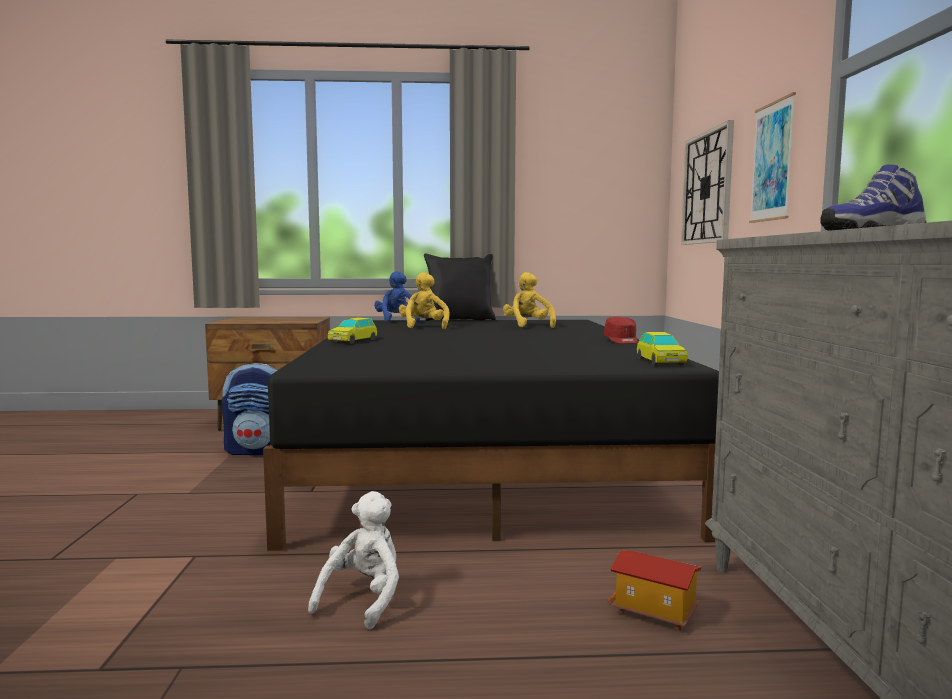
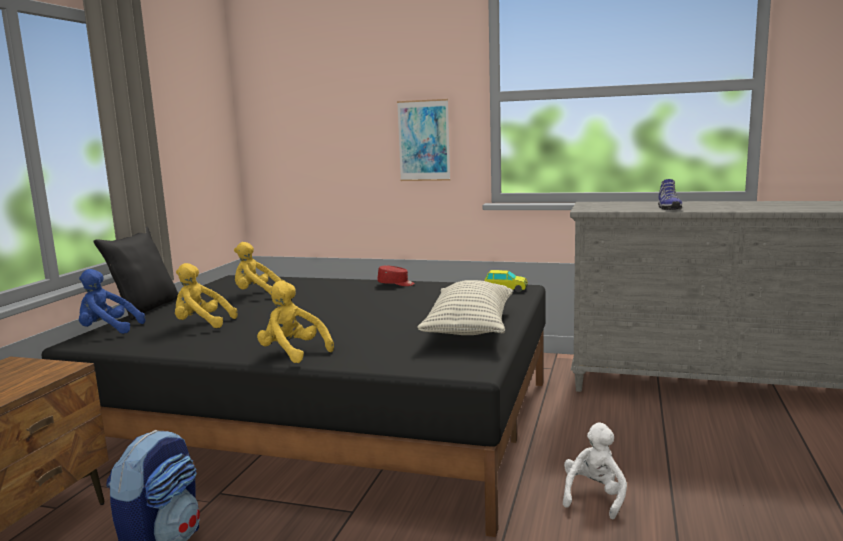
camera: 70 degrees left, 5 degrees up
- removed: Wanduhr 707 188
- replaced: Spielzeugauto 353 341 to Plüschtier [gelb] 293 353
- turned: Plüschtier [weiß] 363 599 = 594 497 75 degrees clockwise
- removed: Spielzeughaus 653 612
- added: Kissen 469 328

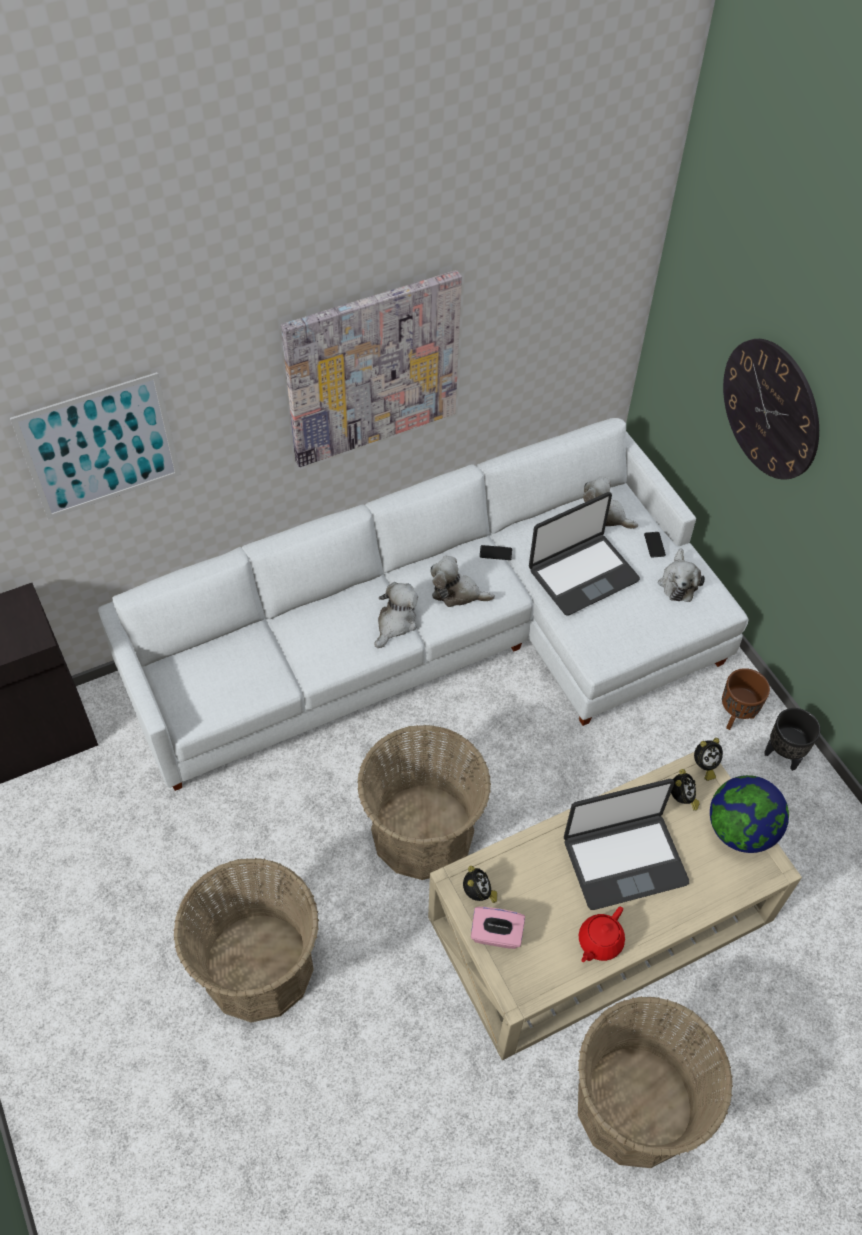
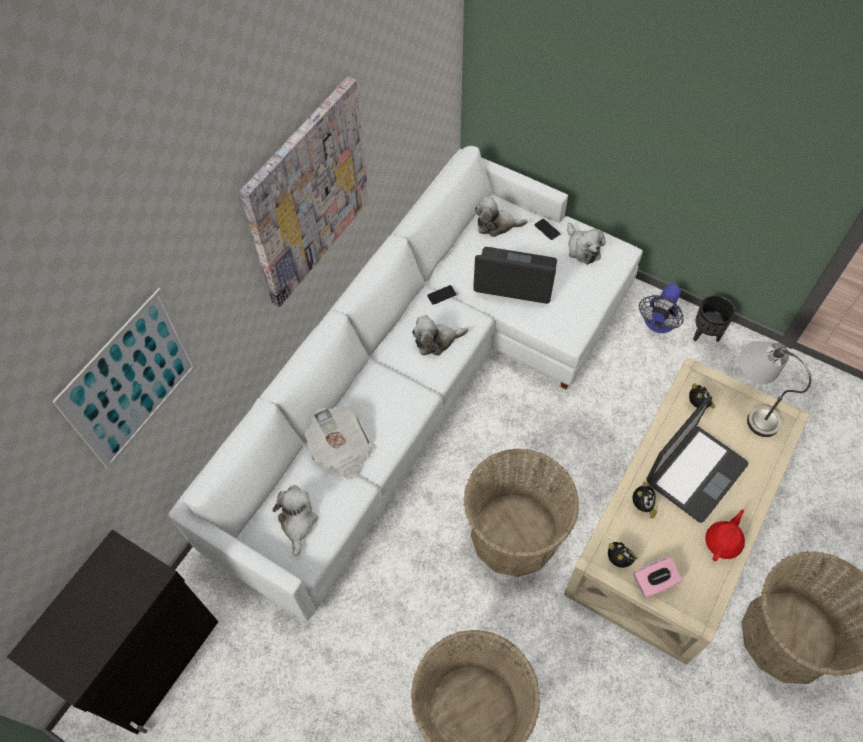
camera: 30 degrees left, 5 degrees up
- removed: Wanduhr 771 409
- turned: Laptop 582 574 = 515 278 105 degrees counterclockwise
- moved: Plüschtier 395 623 to 297 522
- replaced: Pflanzkübel [braun] 736 716 to Ventilator 658 324
- moved: Wecker 704 765 to 642 506
- replaced: Globus 740 830 to Tischlampe [grau] 750 404
- turned: Teekanne [rot] 599 942 = 723 542 150 degrees counterclockwise
- added: Zeitung 341 450

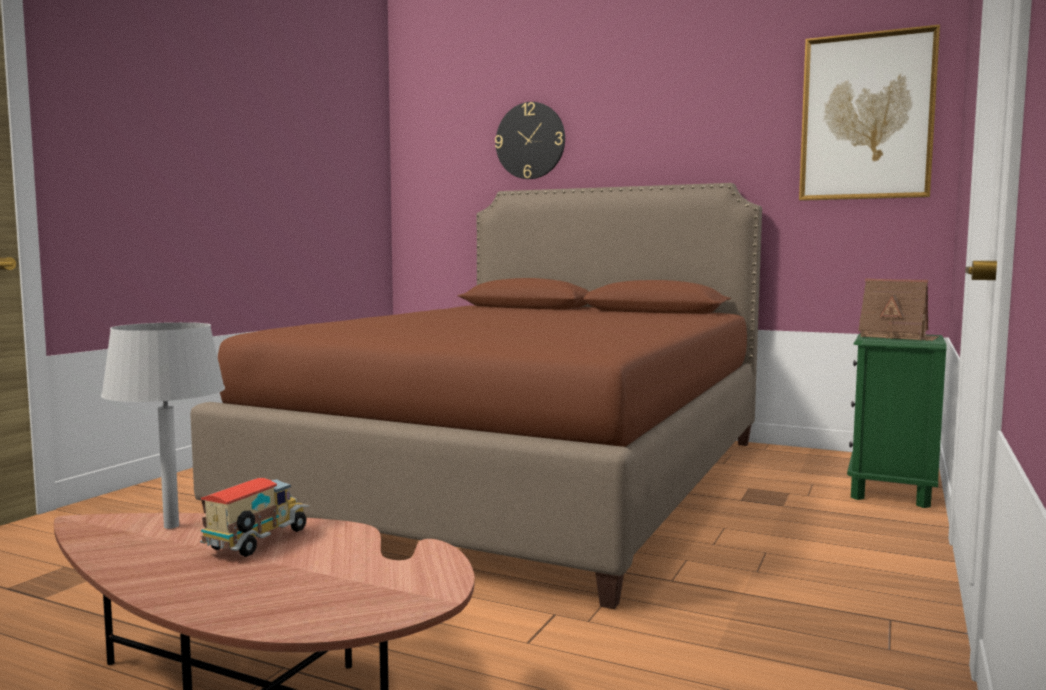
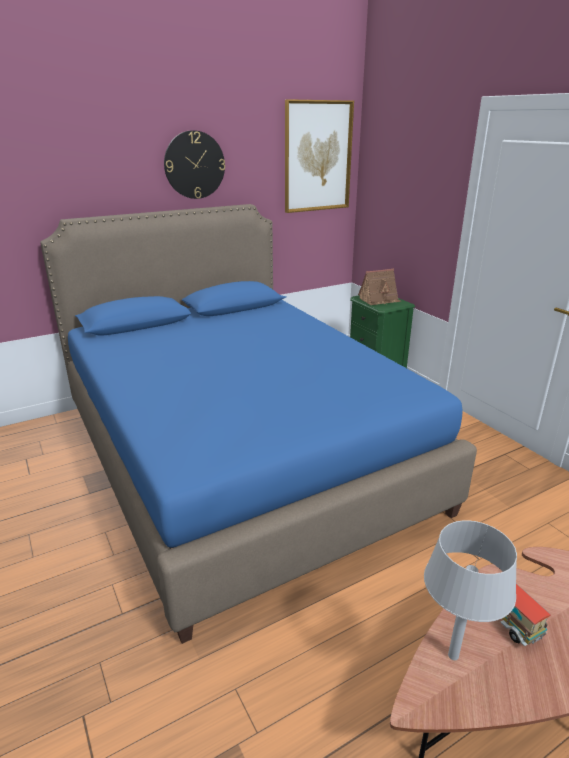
camera: 55 degrees left, 20 degrees up
- moved: Wanduhr 530 141 to 194 165
- recoloured: Bett [braun] 526 478 to Bett [blau] 239 456

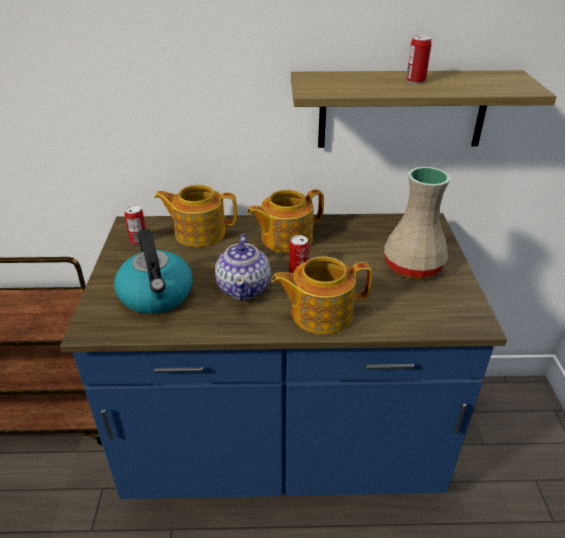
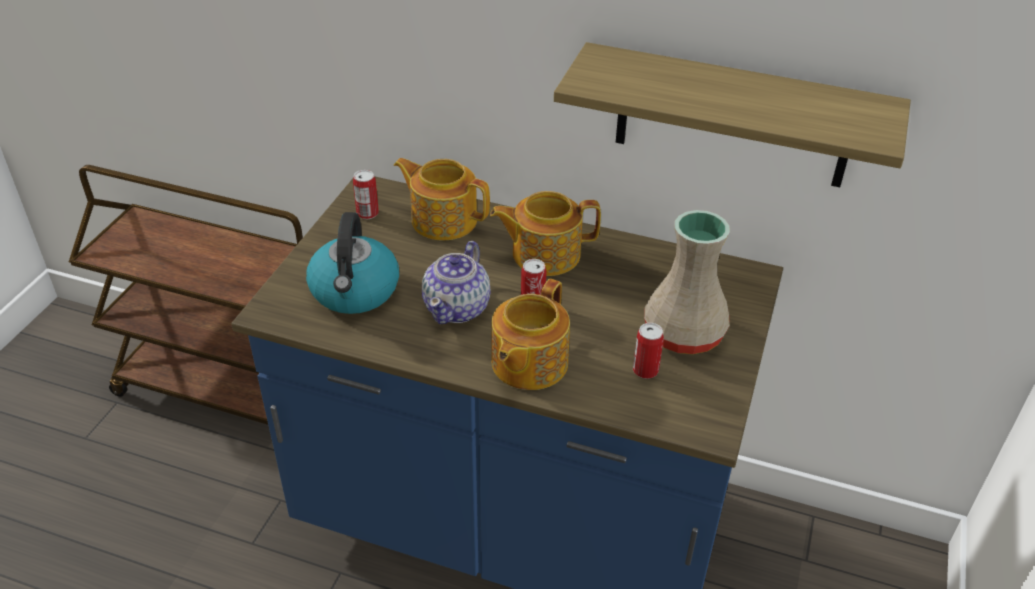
camera: 20 degrees right, 5 degrees up
- moved: Dose 415 81 to 645 370
- turned: Teekanne 320 313 = 527 363 75 degrees counterclockwise

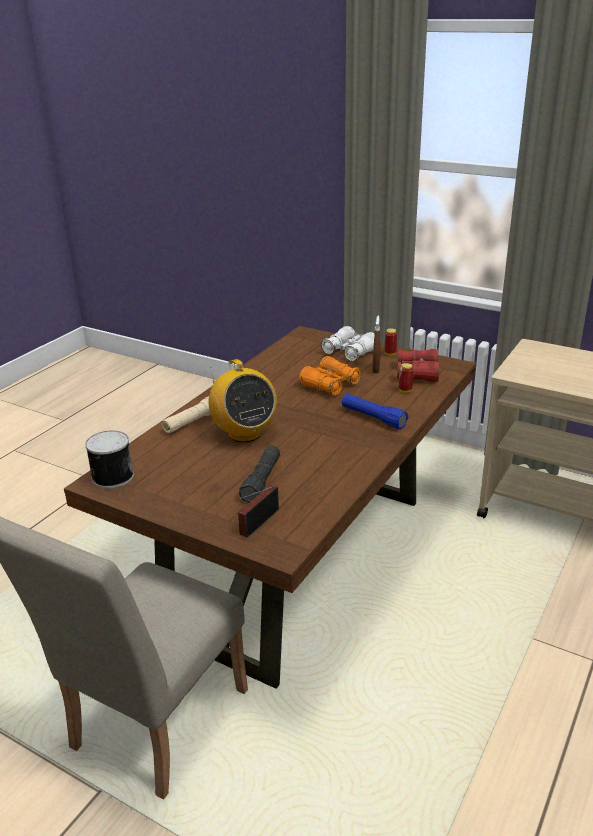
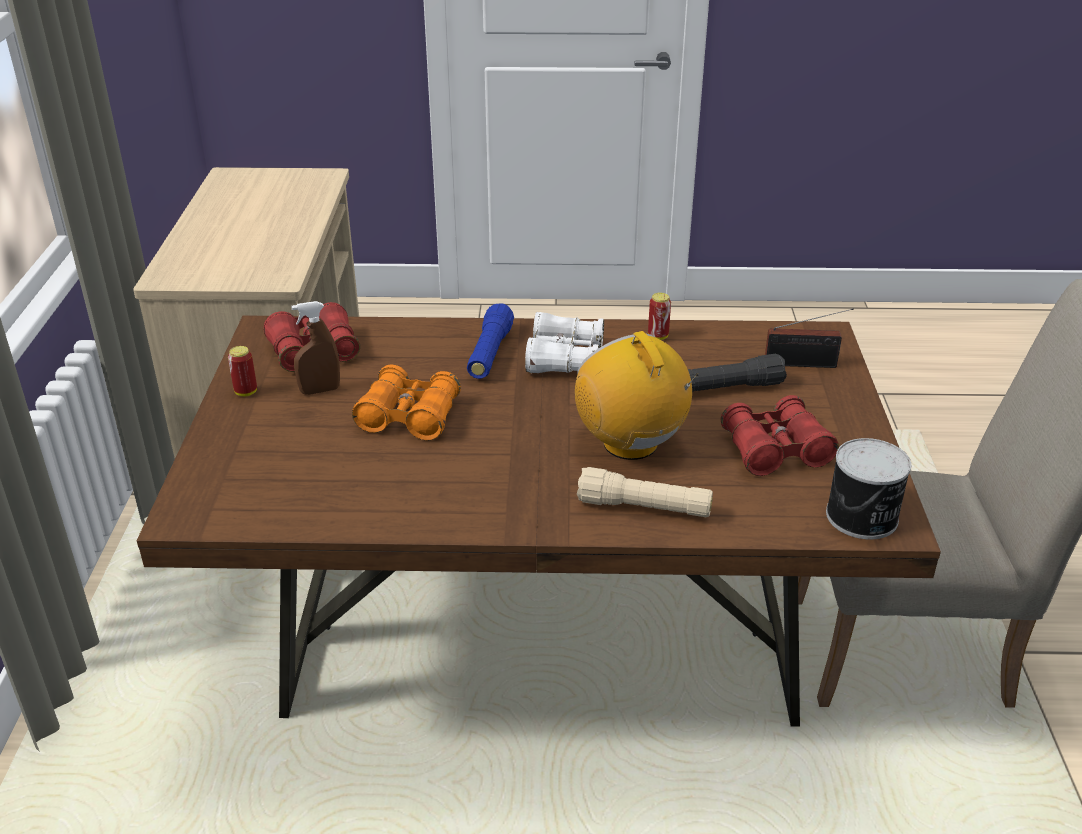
camera: 120 degrees left, 5 degrees up
- moved: Fernglas [weiß] 349 352 to 564 359
- turned: Radio 244 433 = 631 444 60 degrees counterclockwise
- moved: Dose 405 390 to 658 336
- added: Fernglas [rot] 775 450

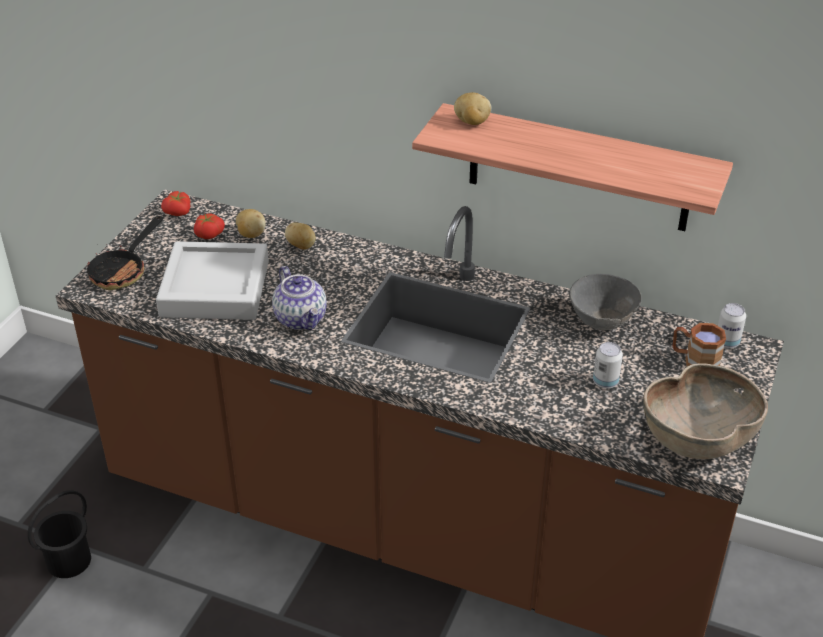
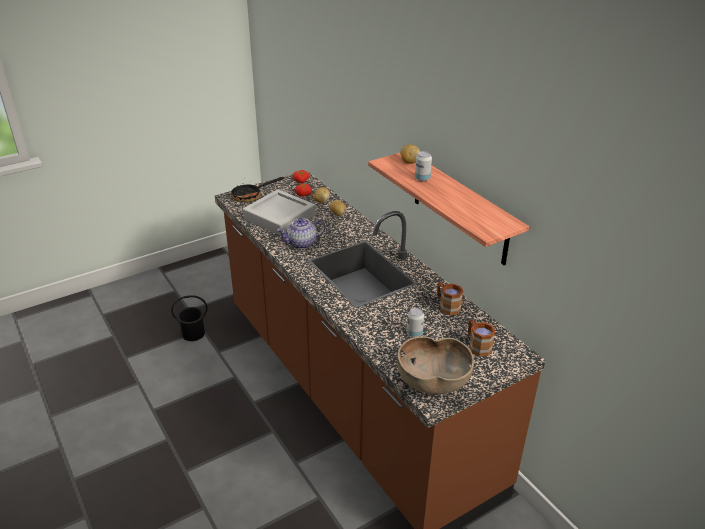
camera: 35 degrees right, 5 degrees down
- turned: Teekanne 301 318 = 301 244 60 degrees clockwise
- replaced: Schüssel [grau] 601 323 to Henkelbecher [braun] 447 306
- moved: Dose 727 342 to 422 179

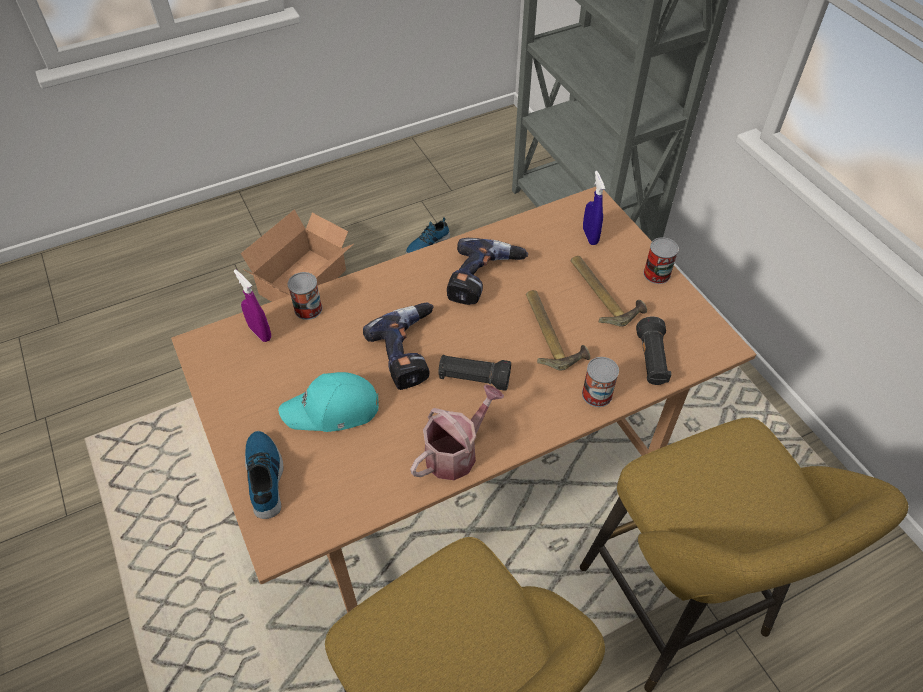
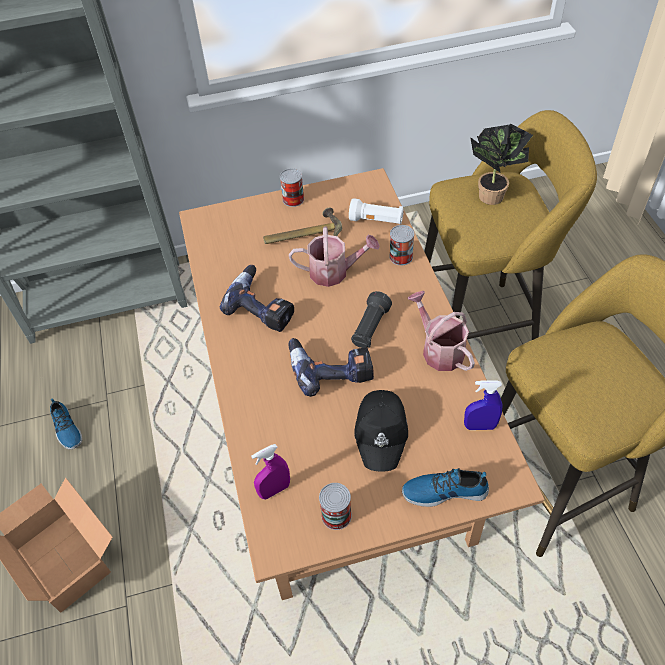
camera: 75 degrees left, 0 degrees up
- moved: Sprühflasche [blau] 590 236 to 480 426
- moved: Dose 308 309 to 336 515
- replaced: Hammer 551 332 to Gießkanne 334 272
- recoloured: Taschenlampe [schwarz] 651 360 to Taschenlampe [weiß] 376 221
- recoloured: Kappe [türkis] 332 410 to Kappe [schwarz] 382 433
- added: Topfpflanze 492 194

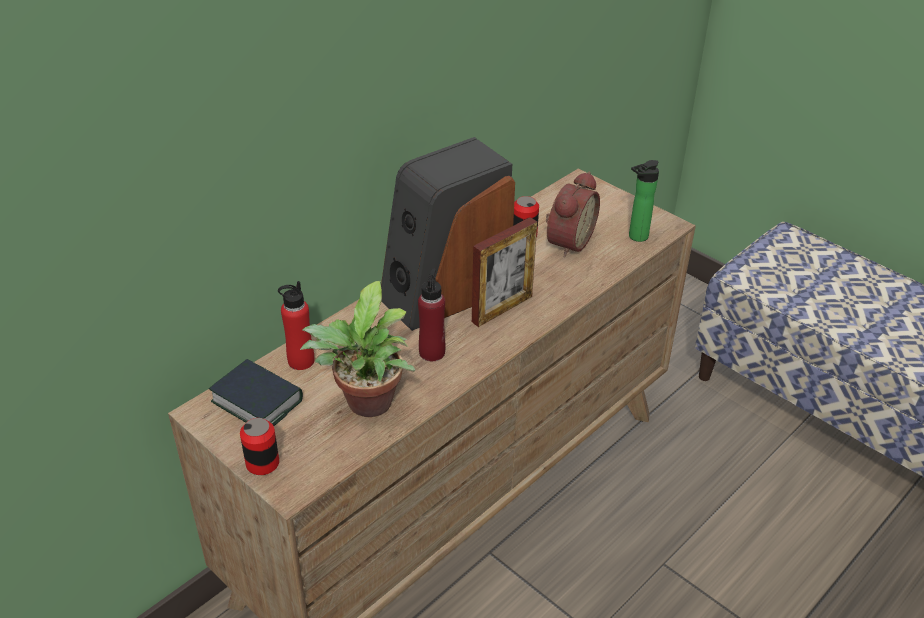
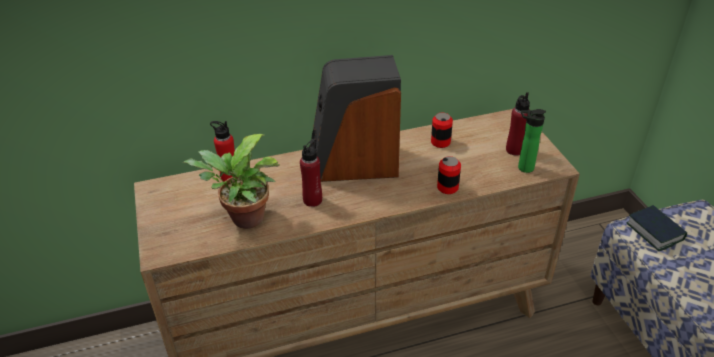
camera: 30 degrees right, 0 degrees up
- removed: Wecker 567 242
- removed: Bilderrahmen 502 309
- moved: Buch 257 401 to 654 231
- moved: Dose 262 463 to 447 187
- added: Flasche [rot] 514 150

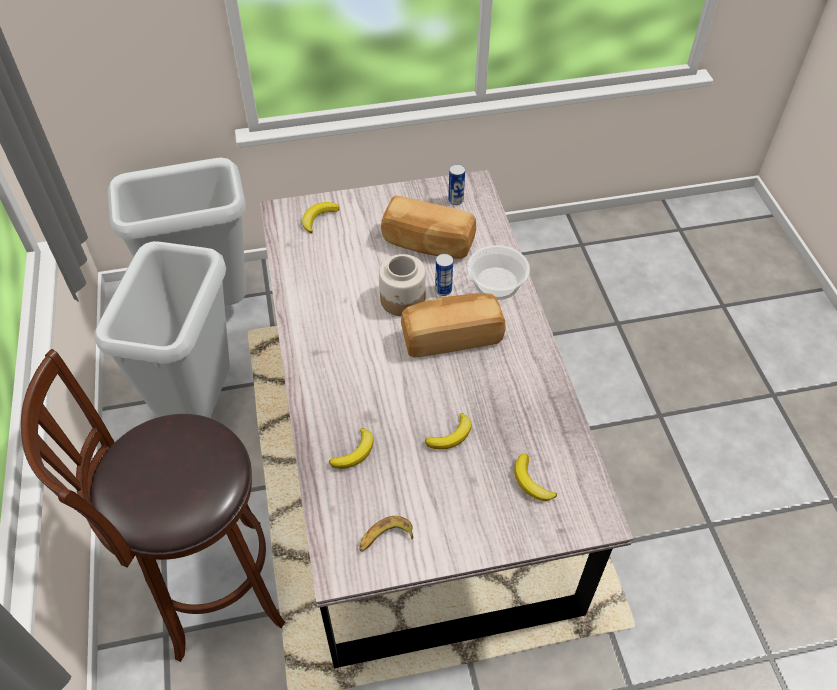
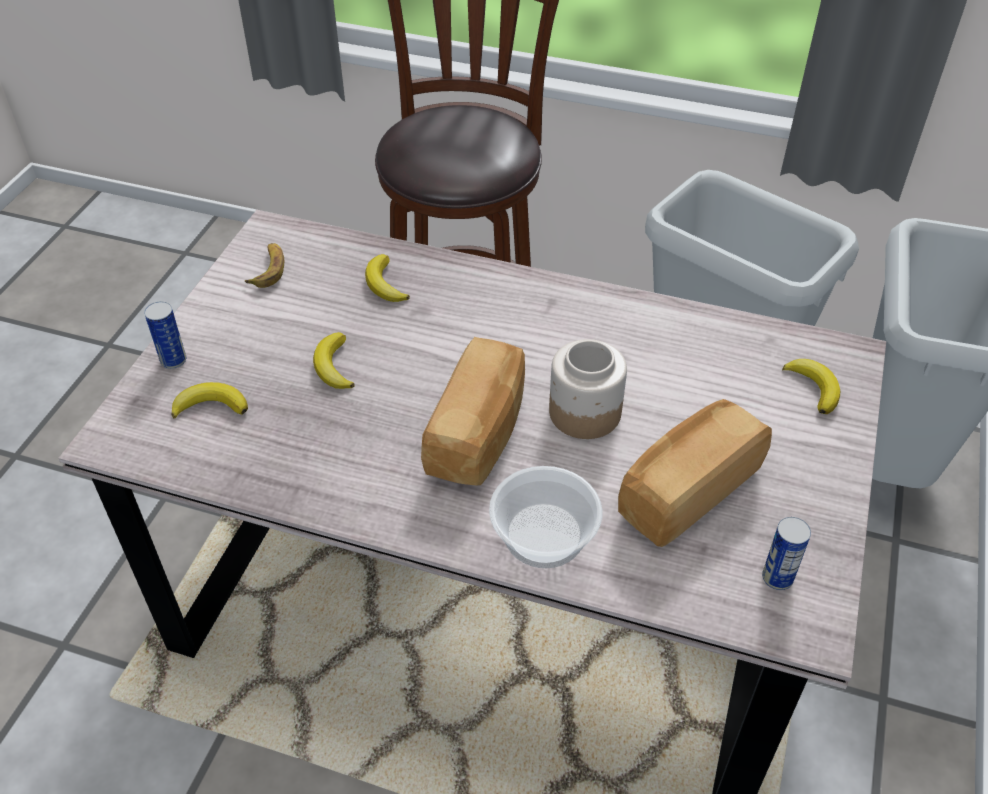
camera: 120 degrees right, 5 degrees down
- moved: Dose 443 290 to 173 360

